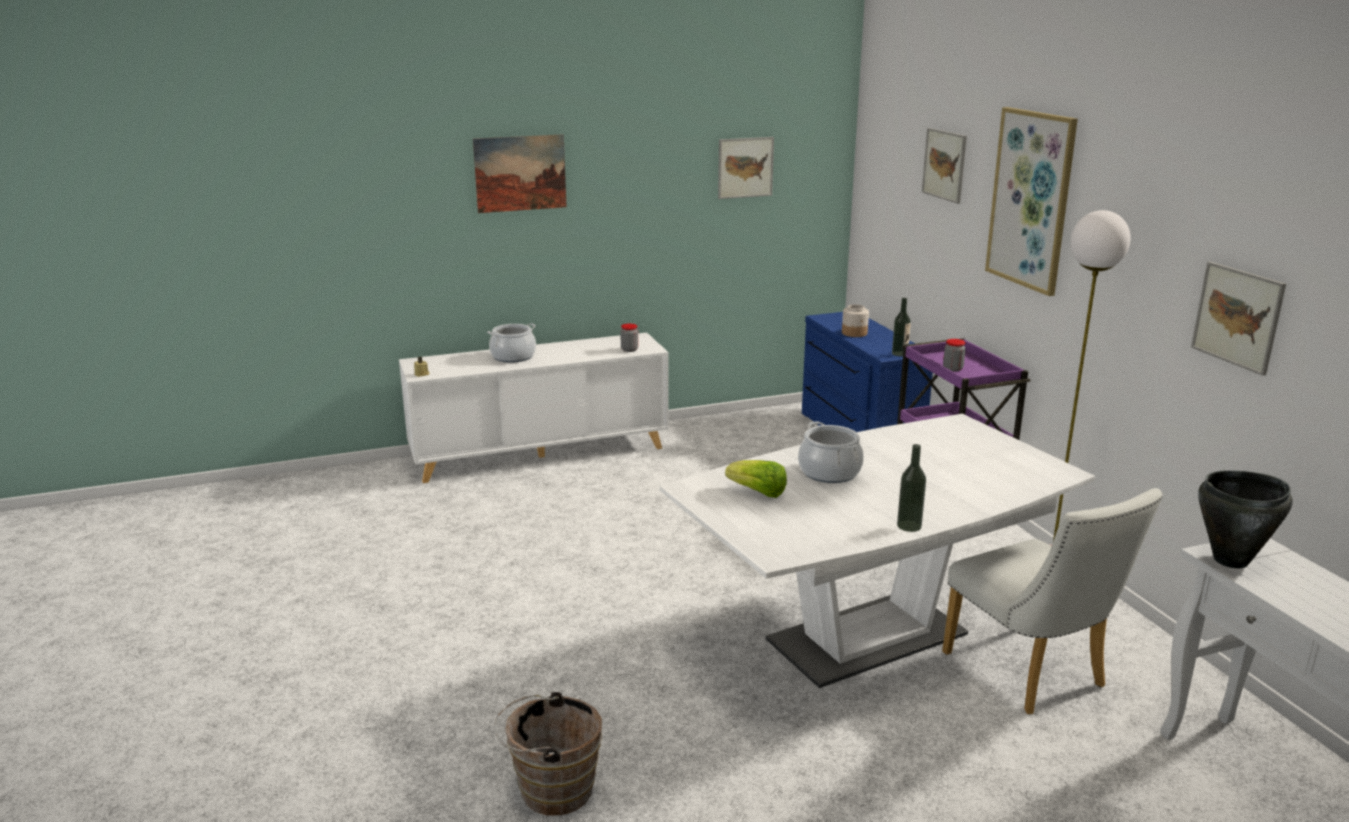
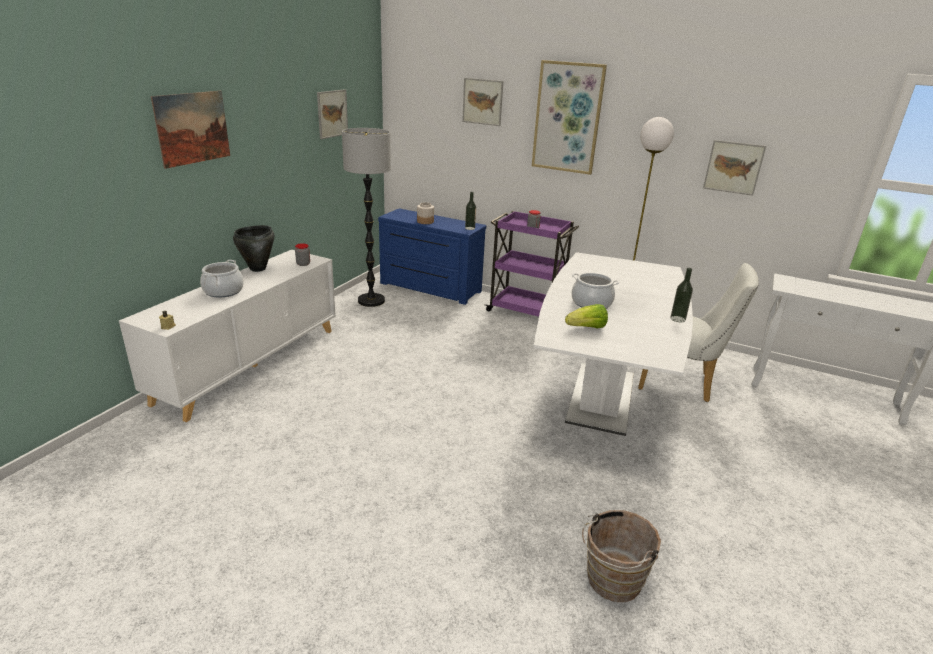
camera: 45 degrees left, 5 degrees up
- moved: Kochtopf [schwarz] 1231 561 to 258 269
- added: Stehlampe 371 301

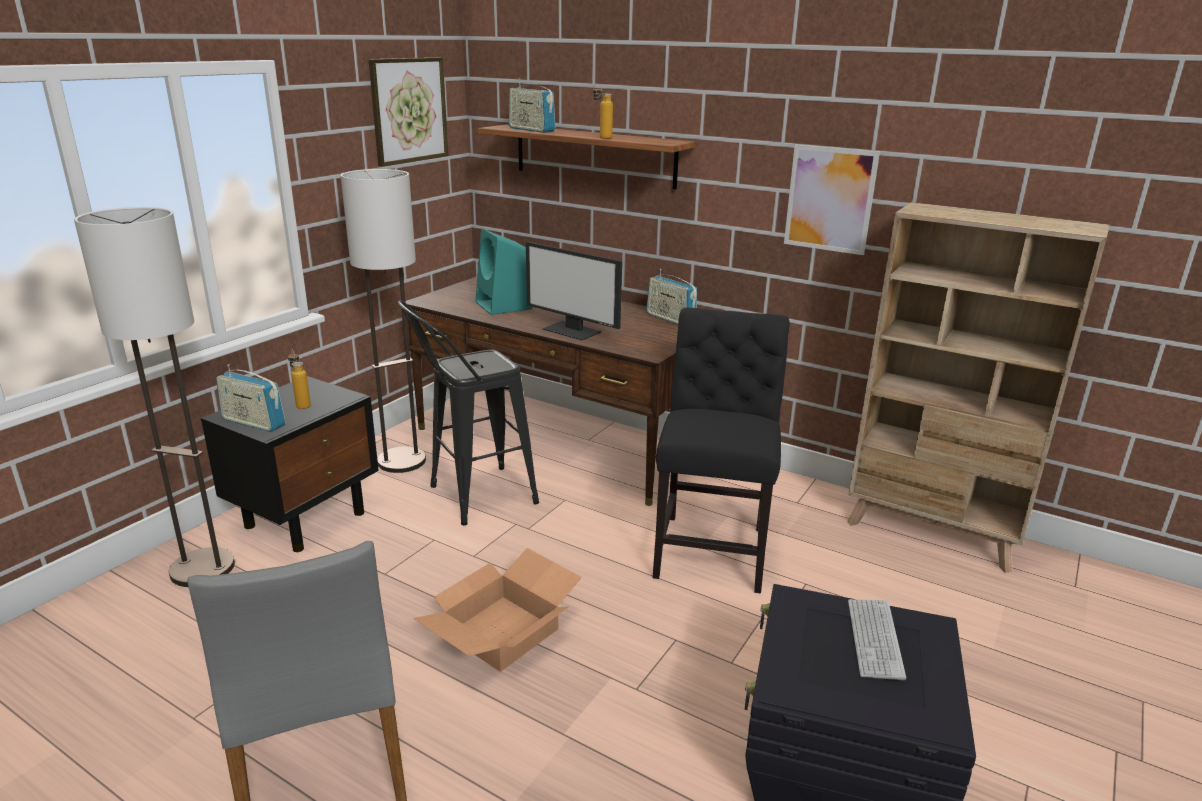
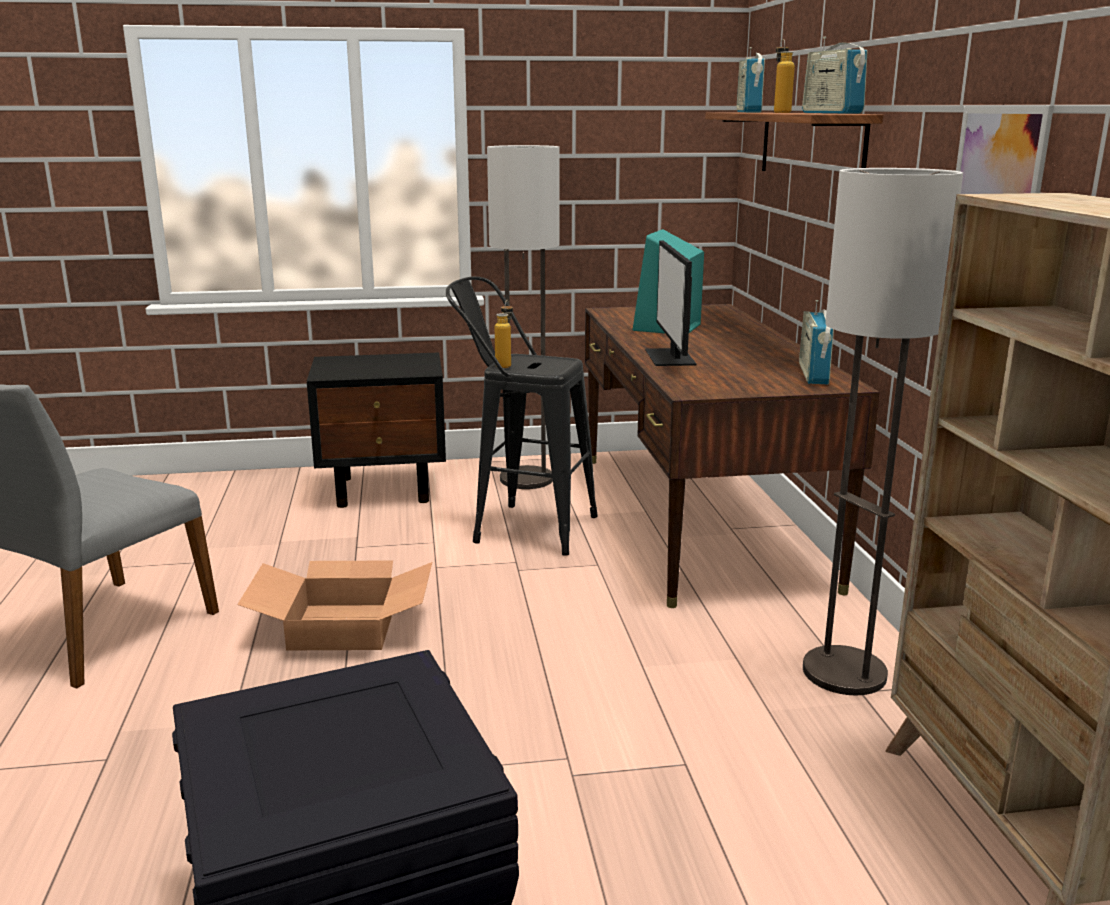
camera: 50 degrees right, 5 degrees down
- removed: Bild 409 110
- moved: Stehlampe 203 568 to 845 673
- removed: Stuhl [schwarz] 712 548
- moved: Flasche 301 404 to 505 365
- moved: Radio 253 423 to 831 113
- removed: Tastatur 874 639

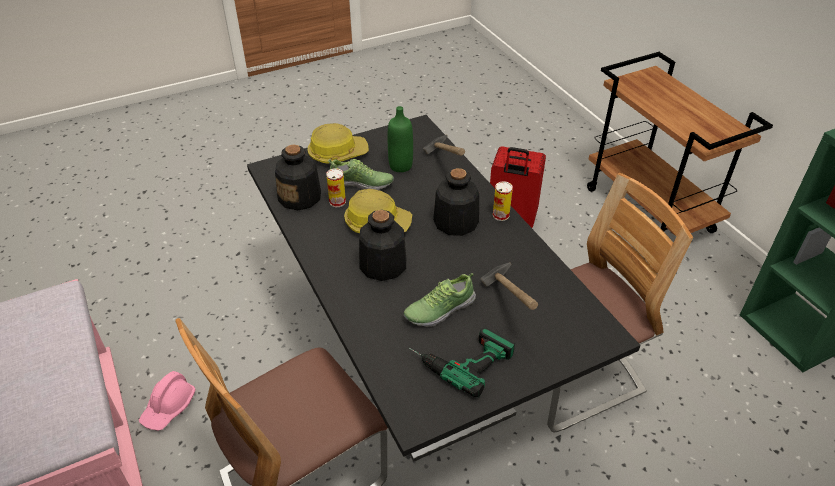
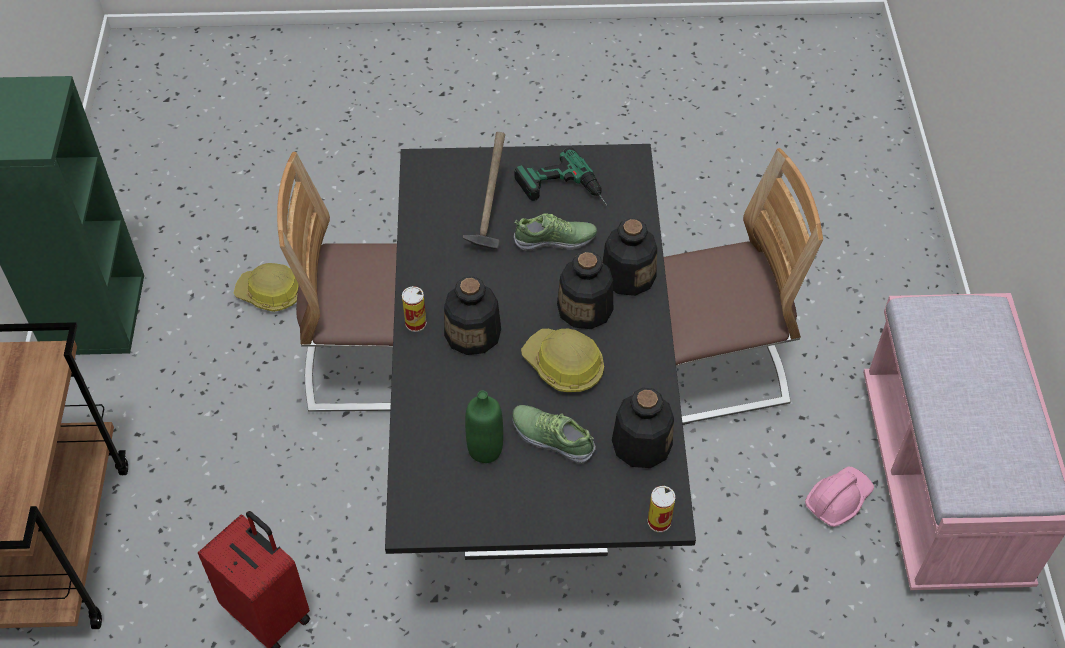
camera: 155 degrees left, 10 degrees up
- moved: Schutzhelm 337 153 to 270 294
- removed: Hammer 445 168
- moved: Dose 337 202 to 659 521
- added: Flasche 628 275

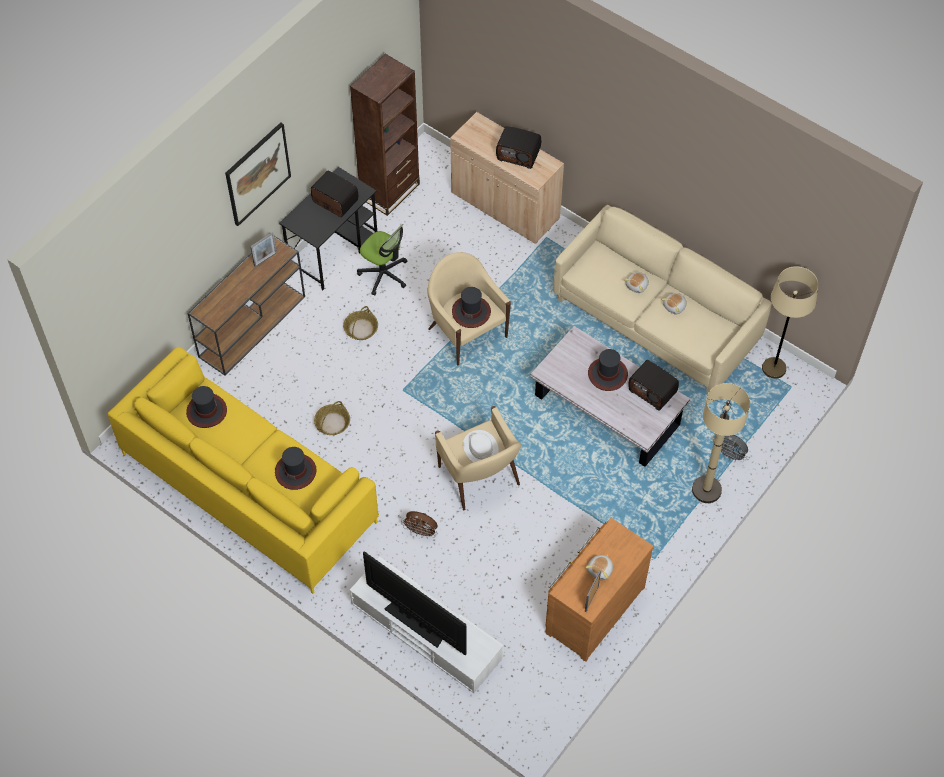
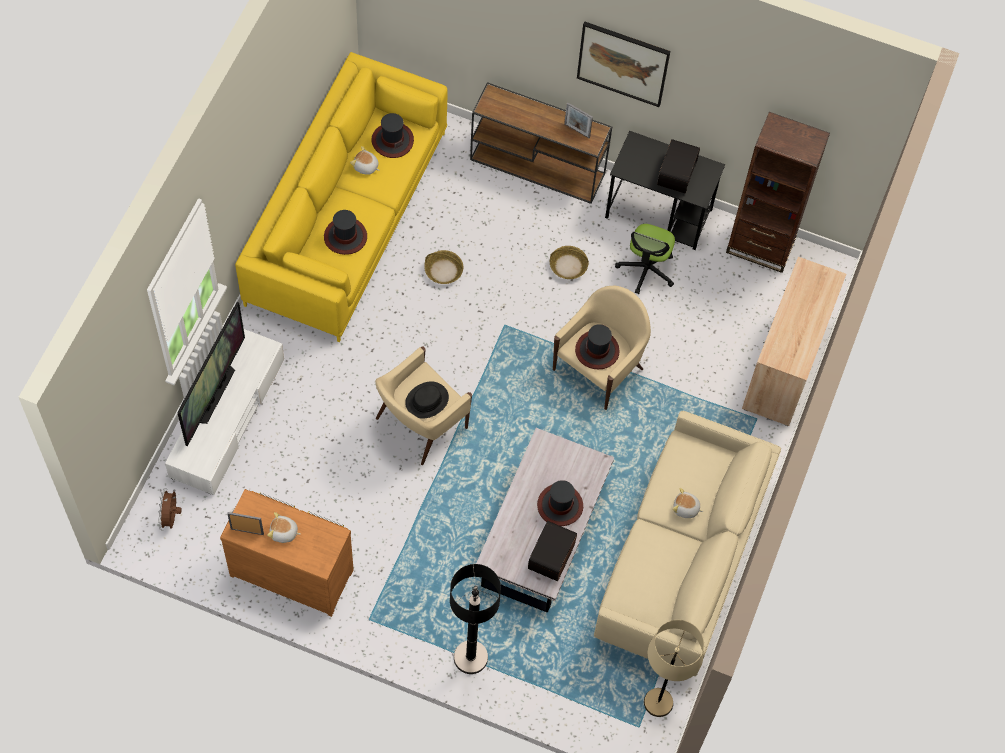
camera: 70 degrees right, 5 degrees up
- removed: Radio 519 154
- moved: Plüschtier 675 307 to 365 167
- recoloured: Stehlampe [beige] 706 490 to Stehlampe [schwarz] 470 657
- recoloured: Hut [weiß] 481 448 to Hut [schwarz] 427 400
- removed: Ventilator [grau] 729 455
- moved: Ventilator [braun] 421 532 to 171 518

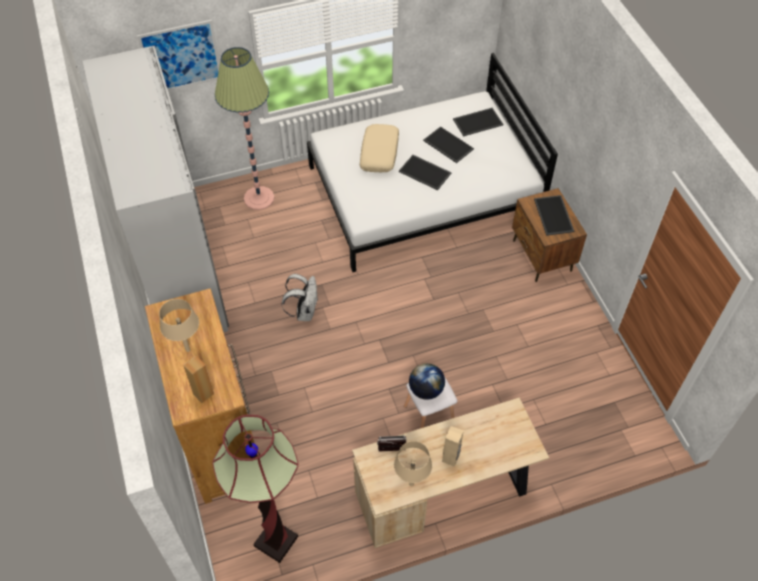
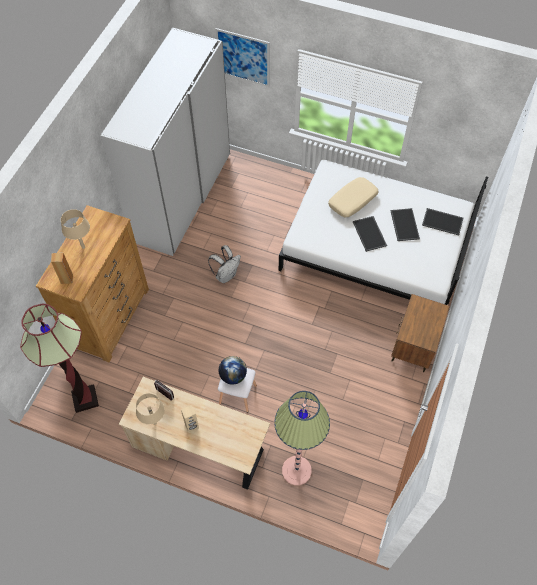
camera: 40 degrees right, 5 degrees up
- moved: Stehlampe 259 198 to 296 470
- removed: Tablett 554 215

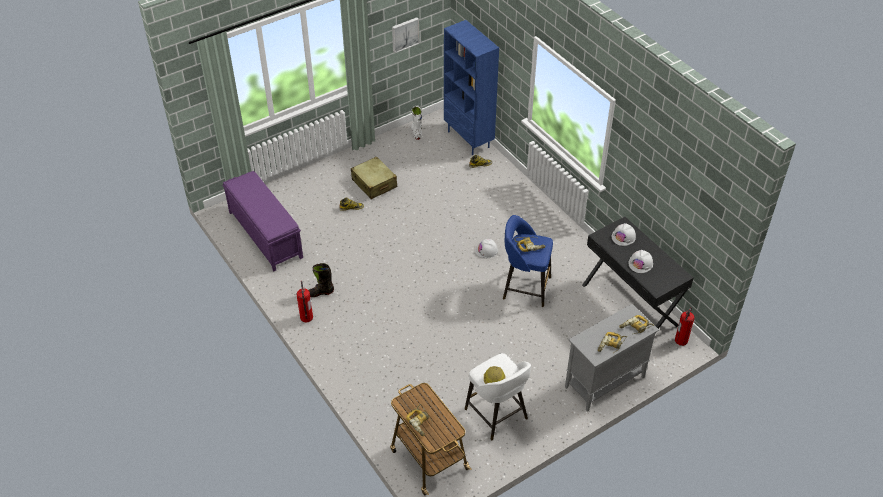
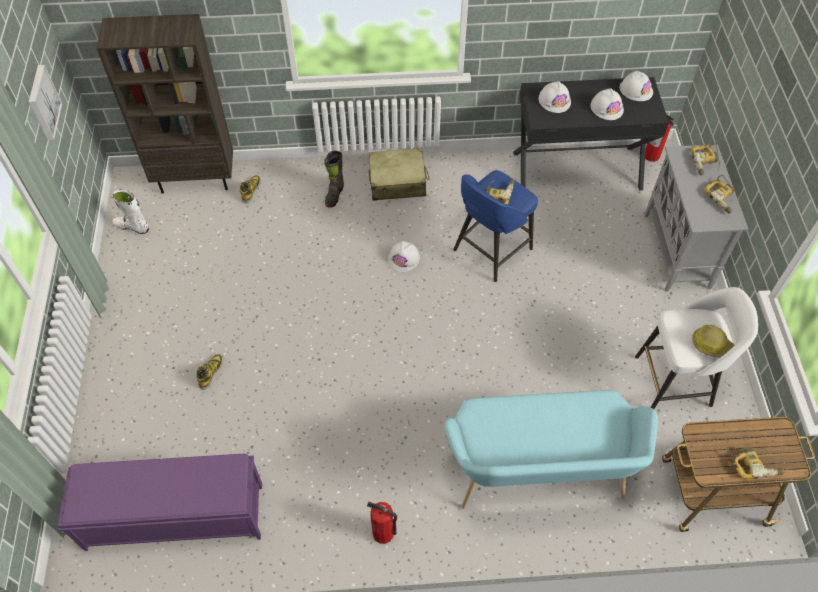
camera: 60 degrees left, 10 degrees up
- recoloured: Bücherregal [blau] 469 139 to Bücherregal [braun] 196 179
- moved: Koffer [beige] 374 183 to 398 182
- moved: Stiefel [schwarz] 320 293 to 334 195
- added: Schutzhelm [weiß] 636 89
- added: Bank [türkis] 538 474

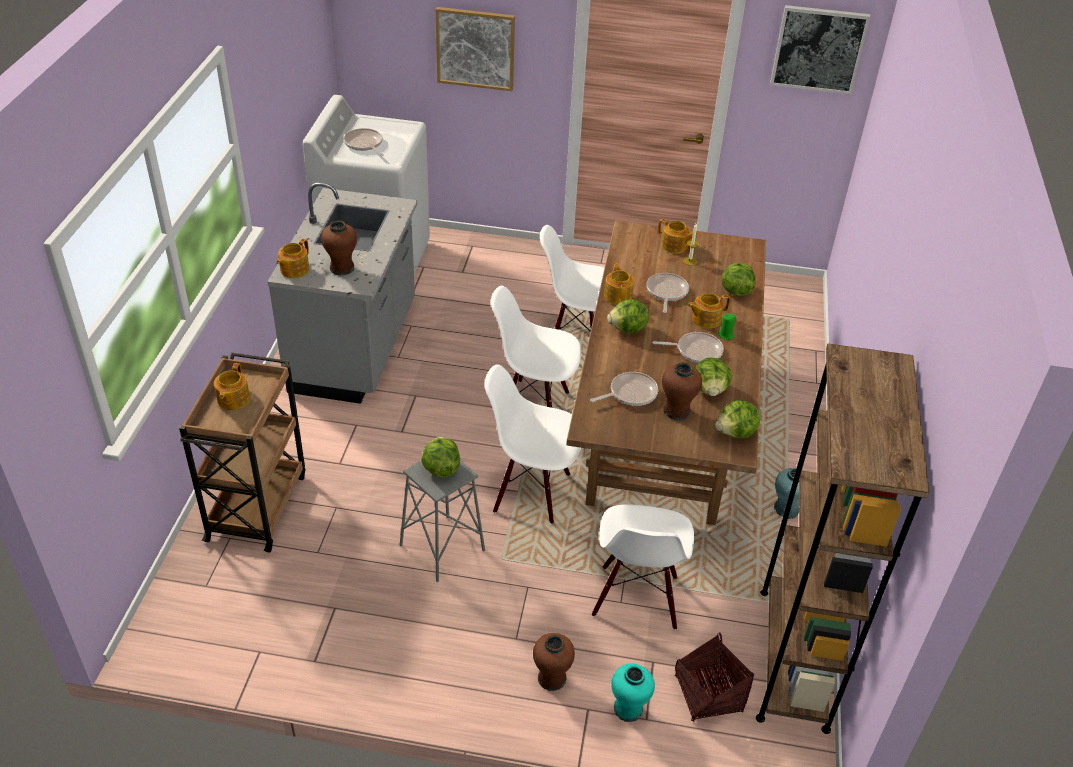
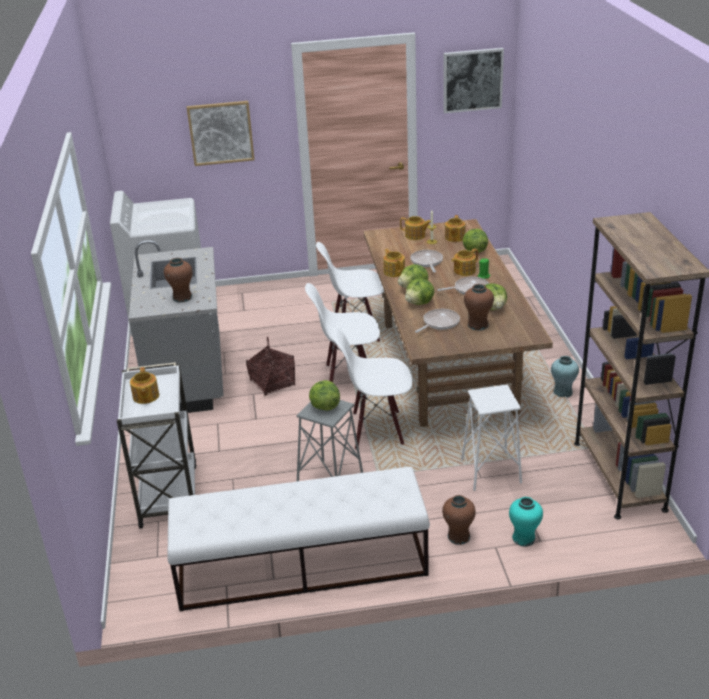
camera: 15 degrees left, 10 degrees down
- removed: Pfanne 364 144
- moved: Teekanne 294 270 to 454 237
- recoloured: Rollwagen [braun] 257 505 to Rollwagen [weiß] 168 494
- moved: Salatkopf 736 433 to 420 303
- replaced: Stuhl [weiß] 636 597 to Hocker [weiß] 490 471
- moved: Korb 708 694 to 272 383
- added: Bank [weiß] 300 566

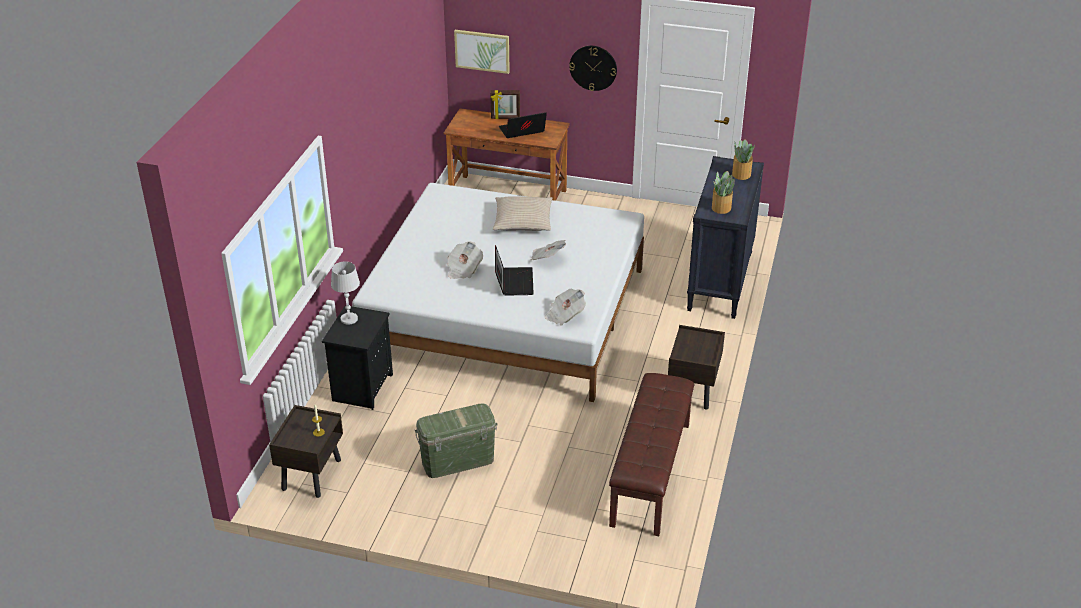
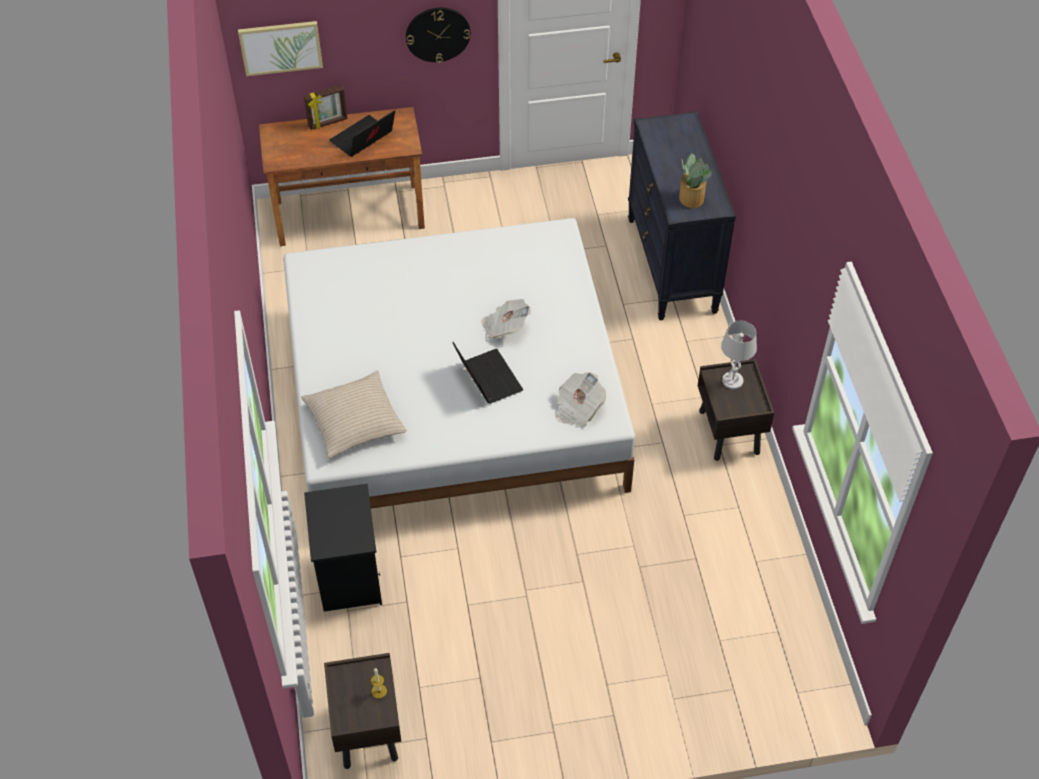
camera: 25 degrees left, 15 degrees up
- removed: Topfpflanze 741 174
- moved: Kissen [beige] 523 221 to 354 421
- removed: Zeitung 463 269
- moved: Tischlampe [weiß] 349 319 to 732 381
- removed: Bank [braun] 651 474
- removed: Aufbewahrungsbox [grün] 458 460

